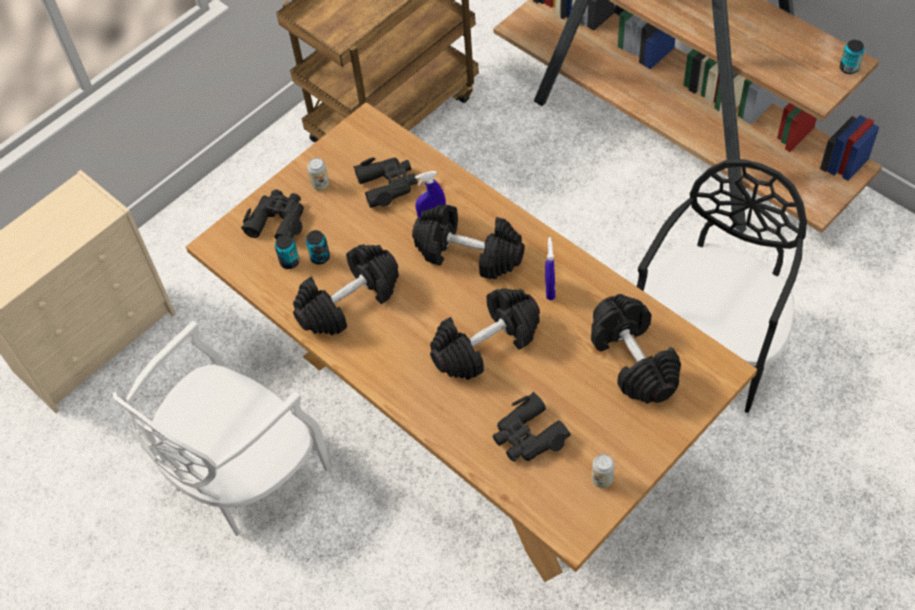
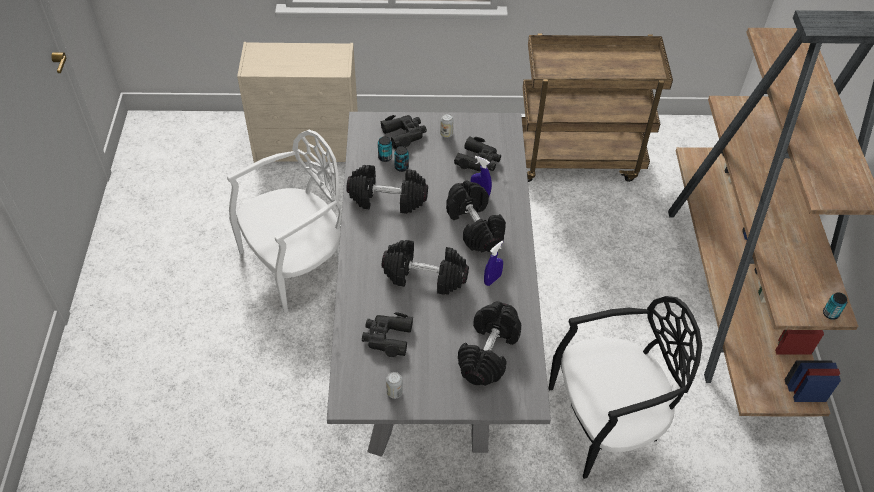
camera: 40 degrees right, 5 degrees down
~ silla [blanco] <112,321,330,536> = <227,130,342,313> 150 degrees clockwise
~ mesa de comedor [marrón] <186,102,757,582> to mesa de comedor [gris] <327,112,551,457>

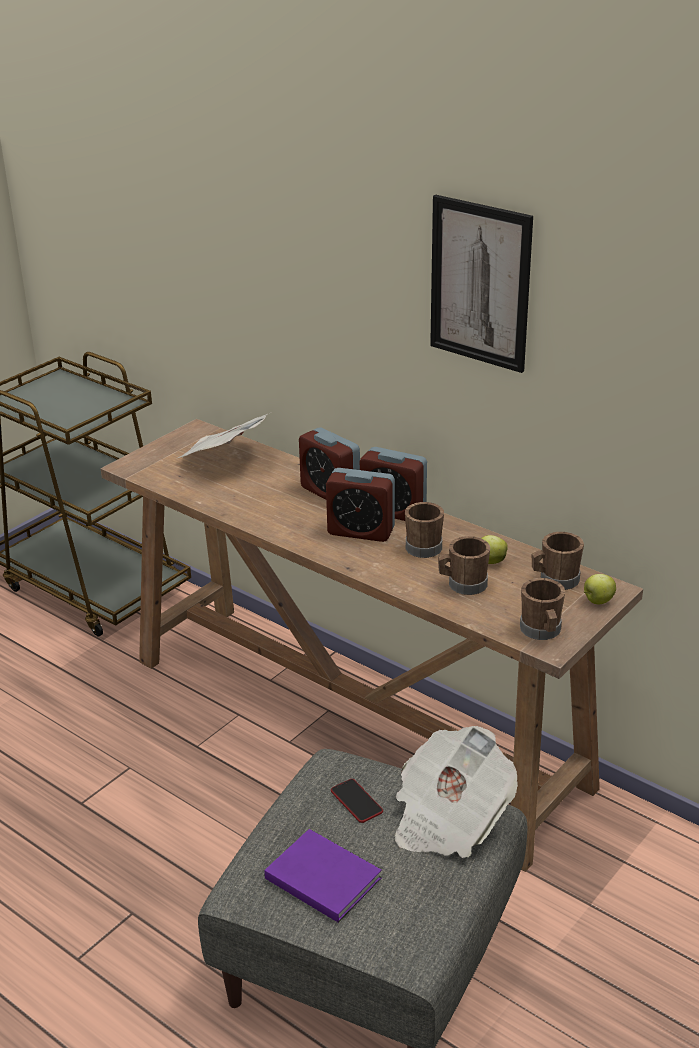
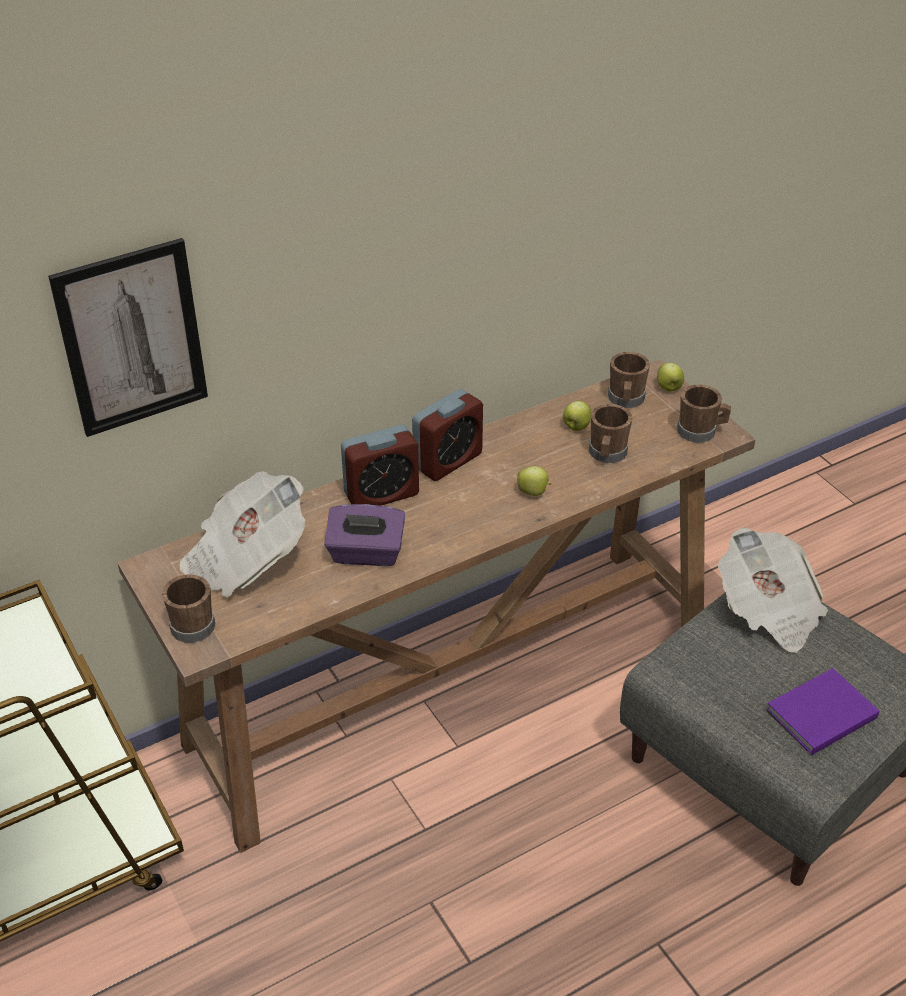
camera: 70 degrees left, 10 degrees up
- despertador <326,468,395,542>
- móvil <331,779,383,823>
~ taza grande [marrón] <405,502,444,558> to <162,575,215,643>
~ cuadro <430,195,533,373> to <48,238,208,437>
+ caja de pañuelos [morado] <324,504,405,566>
+ manzana <517,466,552,496>

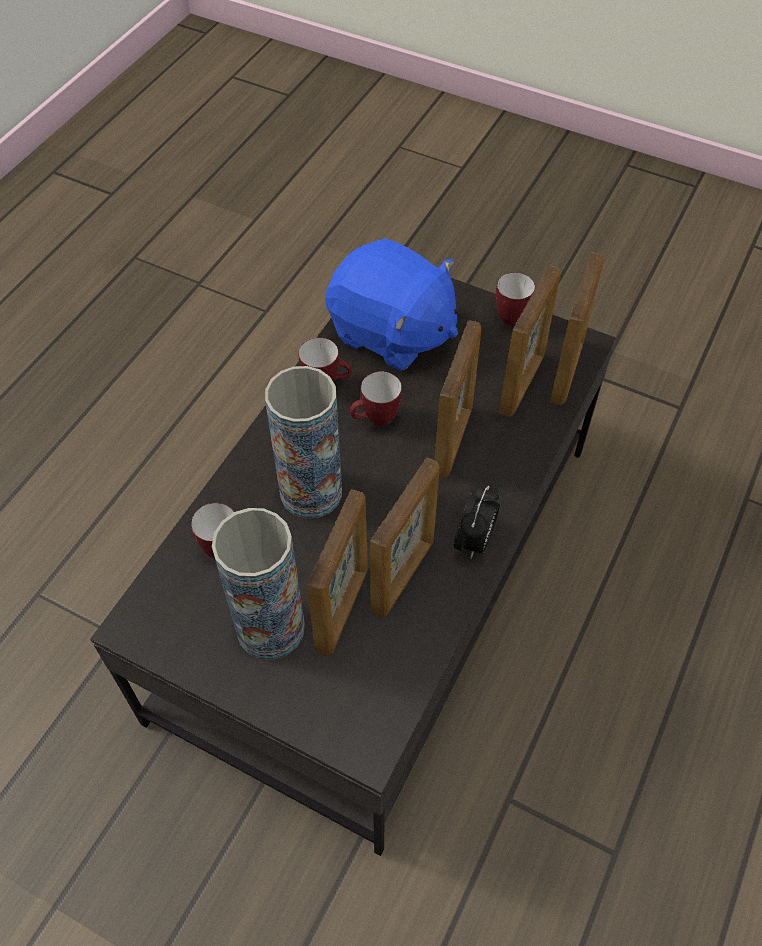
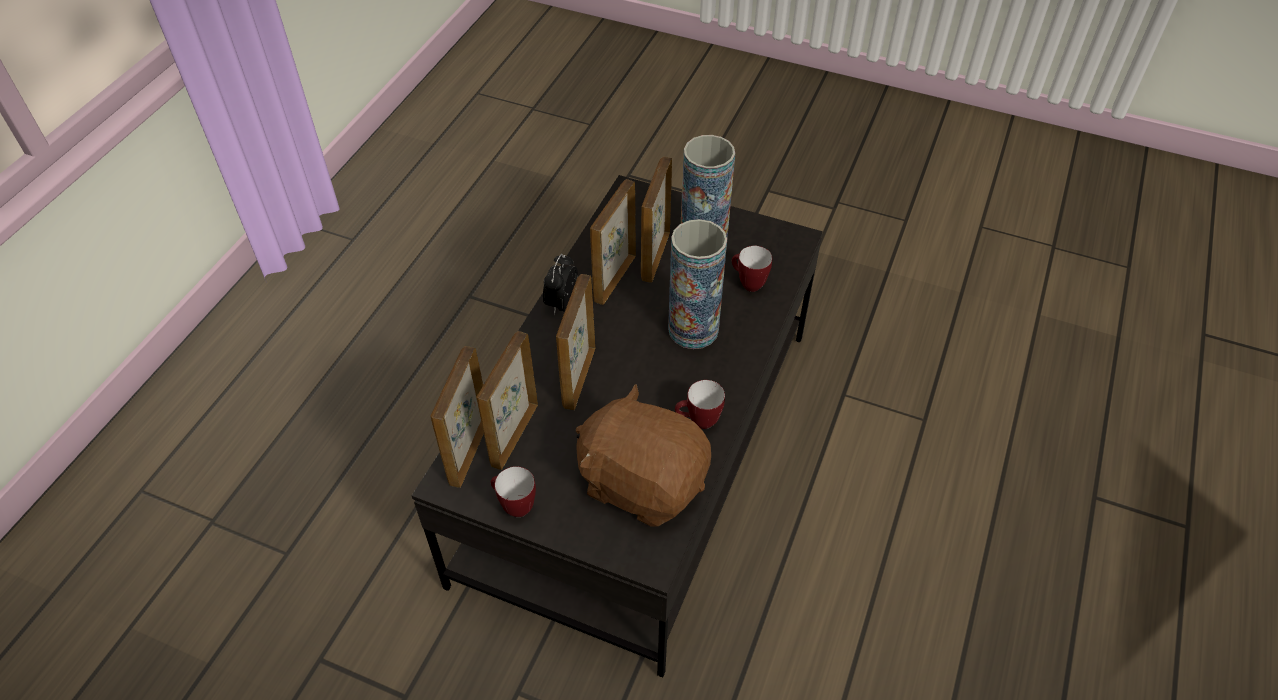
camera: 175 degrees right, 5 degrees down
~ peluche [azul] <325,238,458,371> to peluche [marrón] <576,384,711,526>
- taza grande <350,372,402,426>

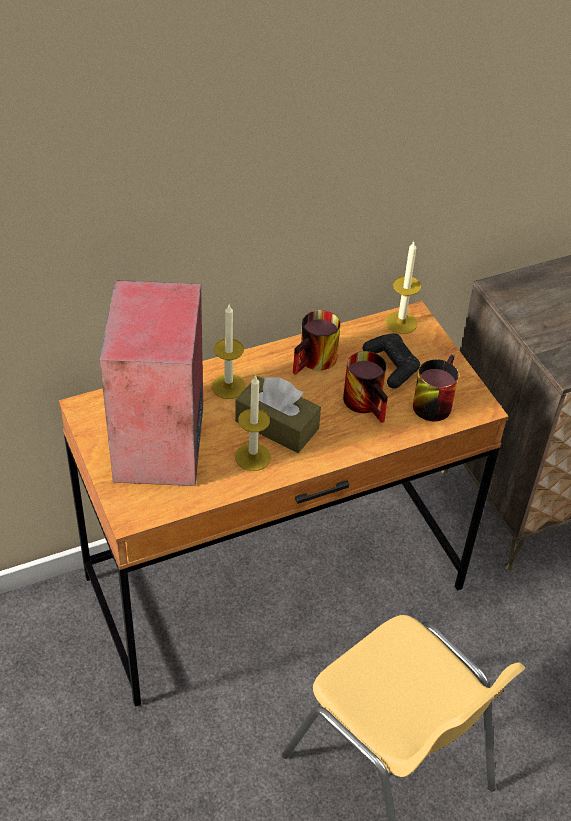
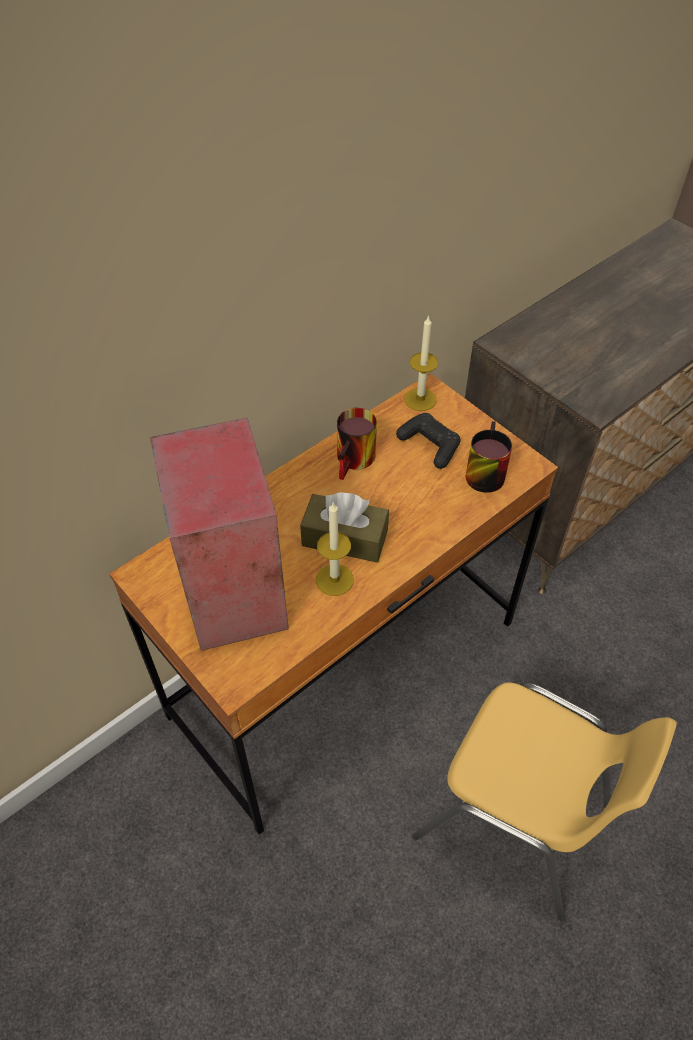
camera: 15 degrees left, 5 degrees up
- vela <212,305,246,399>
- taza grande <343,351,388,423>

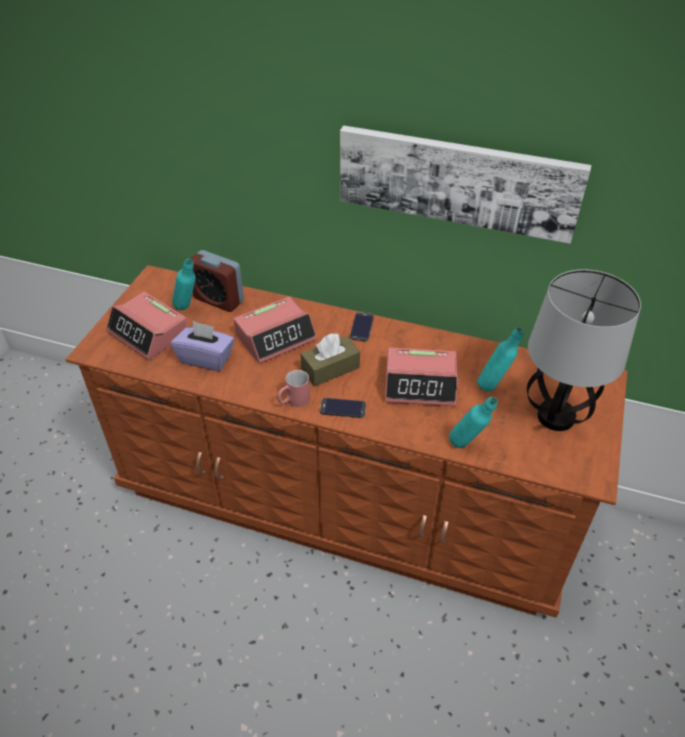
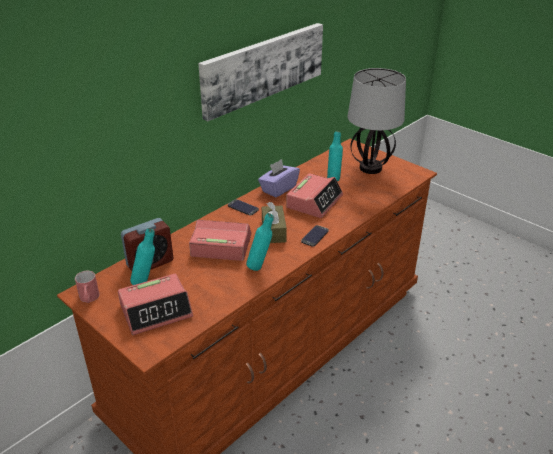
camera: 65 degrees left, 10 degrees down
~ caja de pañuelos [morado] <171,321,234,371> to <258,159,300,198>
~ despertador <234,297,317,364> = <189,220,251,261> 75 degrees counterclockwise
~ taza grande [rojo] <276,370,310,407> to <75,271,99,303>
~ botella [turquesa] <449,397,498,448> to <246,213,273,271>

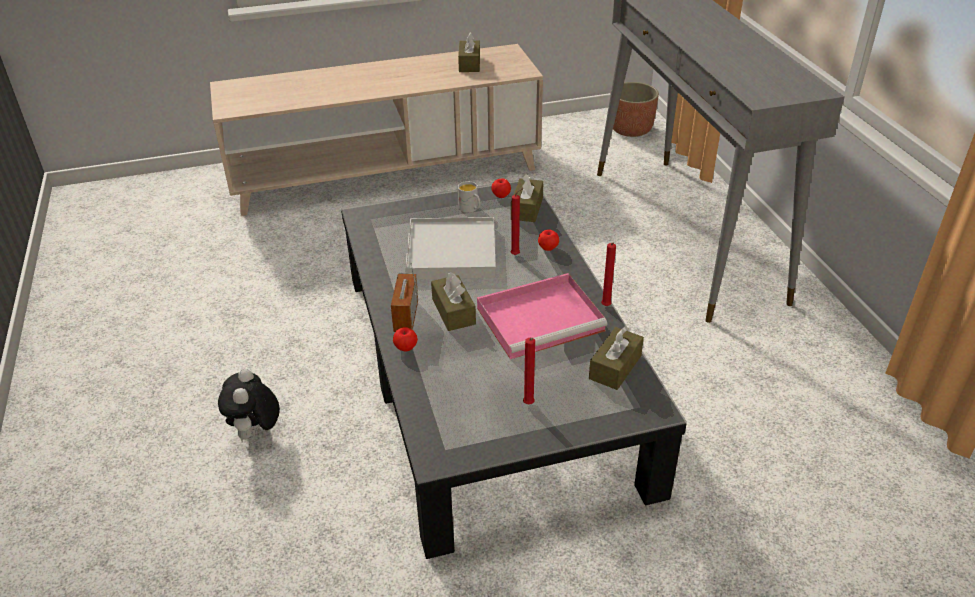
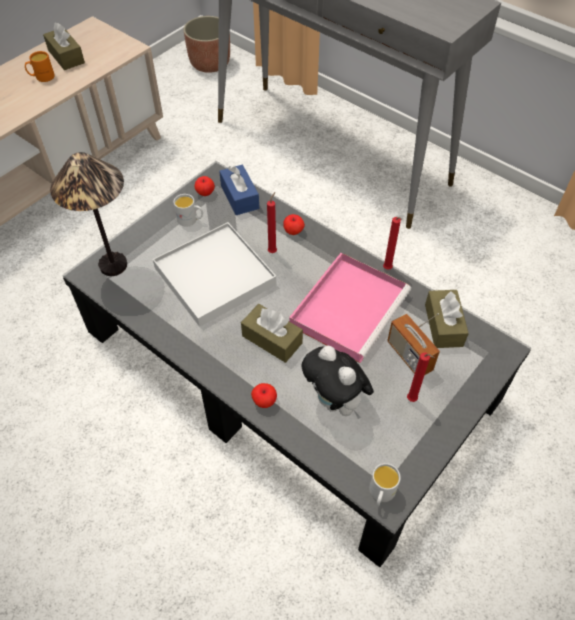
camera: 35 degrees left, 15 degrees up
~ peluche <218,369,280,442> to <301,346,374,419>
~ radio <390,263,418,332> to <387,313,440,375>
~ caja de pañuelos [marrón] <511,173,544,222> to caja de pañuelos [azul] <219,165,259,215>
+ taza grande [naranja] <25,51,55,82>
+ lámpara de mesa <50,152,127,276>
+ taza grande [blanco] <369,463,401,506>

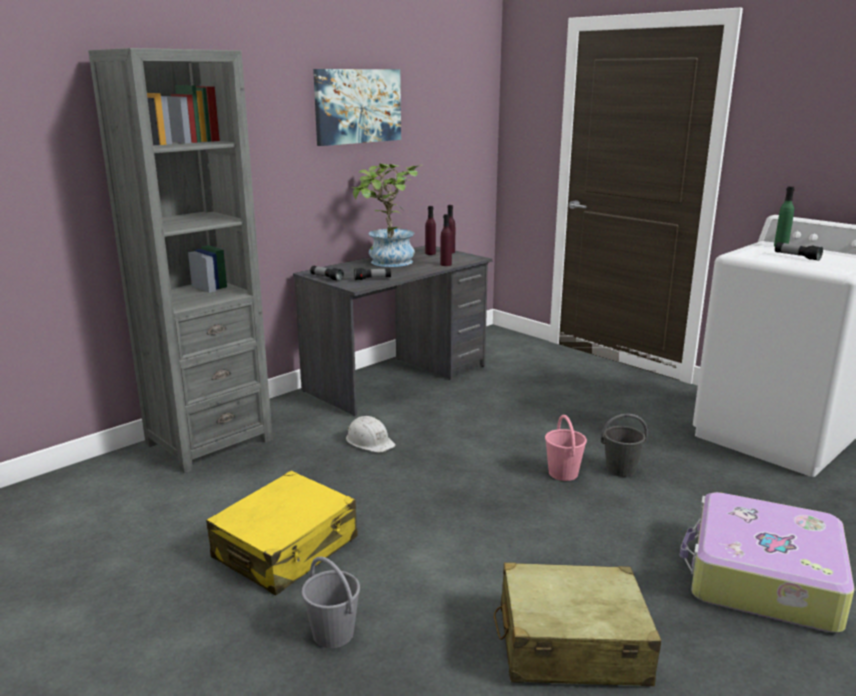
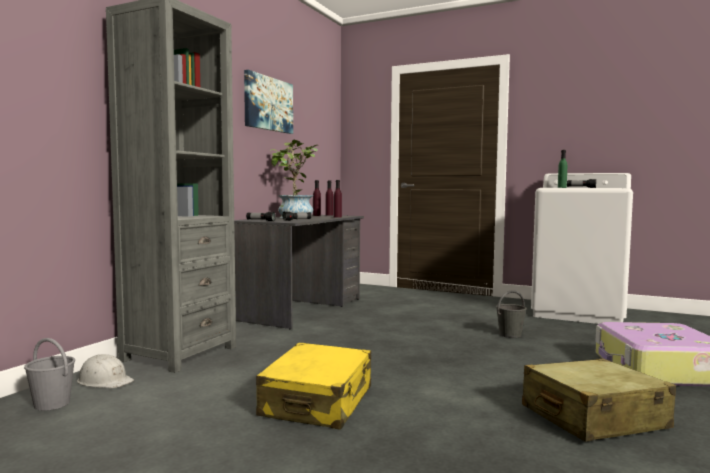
camera: 20 degrees left, 15 degrees down
~ cubo [gris] <302,556,360,648> to <24,338,75,411>
~ casco [blanco] <346,416,396,453> to <77,354,134,388>
- cubo [rosa] <545,415,587,481>

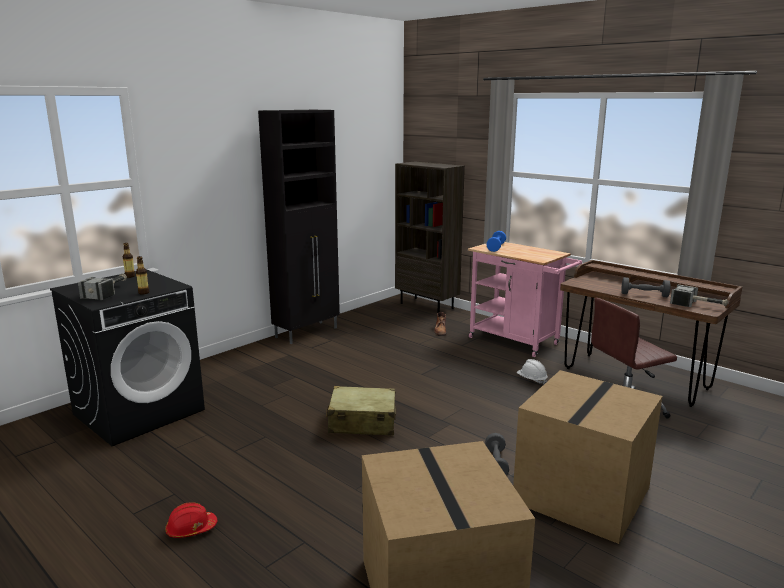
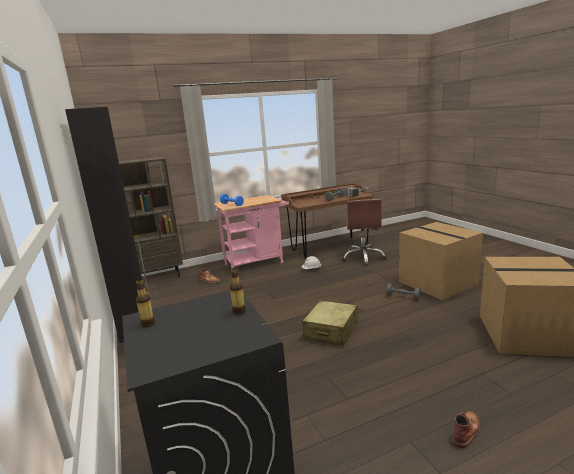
camera: 65 degrees left, 0 degrees up
- martillo <78,273,127,301>
~ casco [rojo] <165,502,217,538> to bota [marrón] <452,411,480,448>

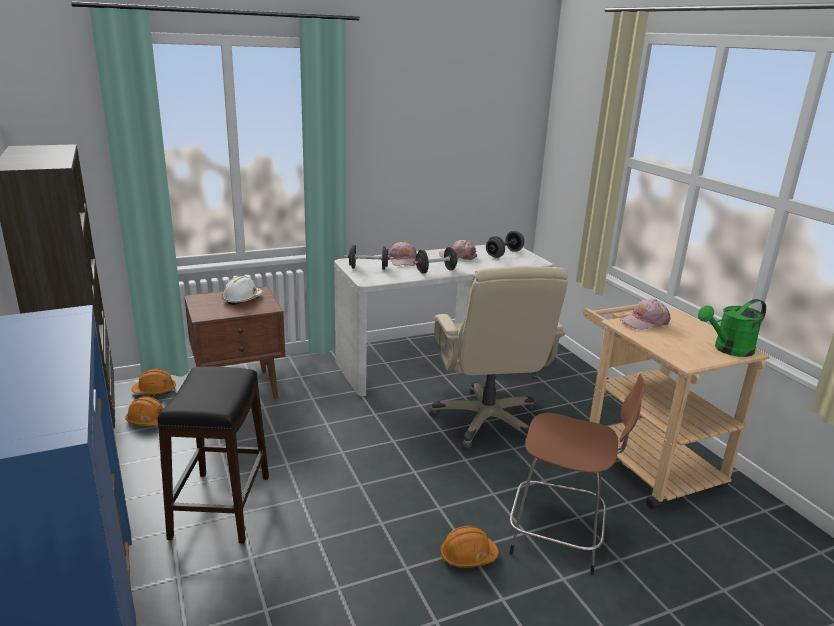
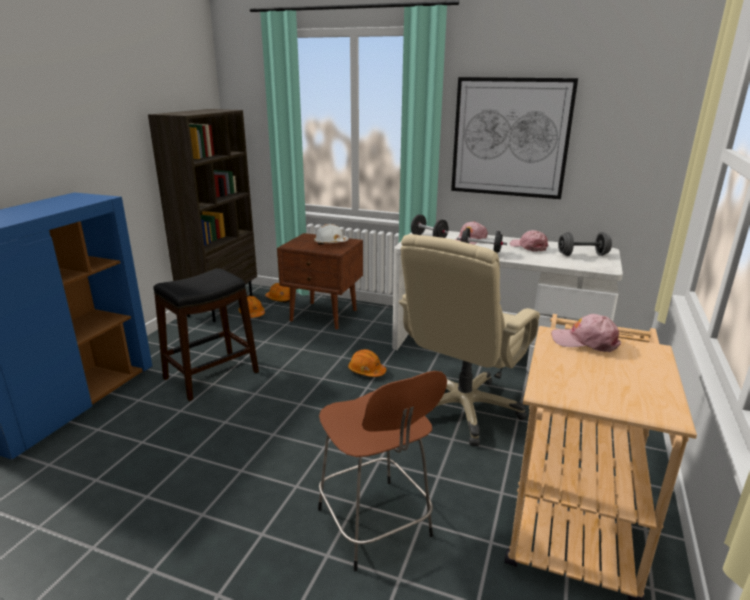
camera: 45 degrees right, 0 degrees up
~ casco [naranja] <440,526,499,568> to <348,349,386,377>
- regadera [verde] <698,299,766,357>
+ cuadro <451,77,578,199>

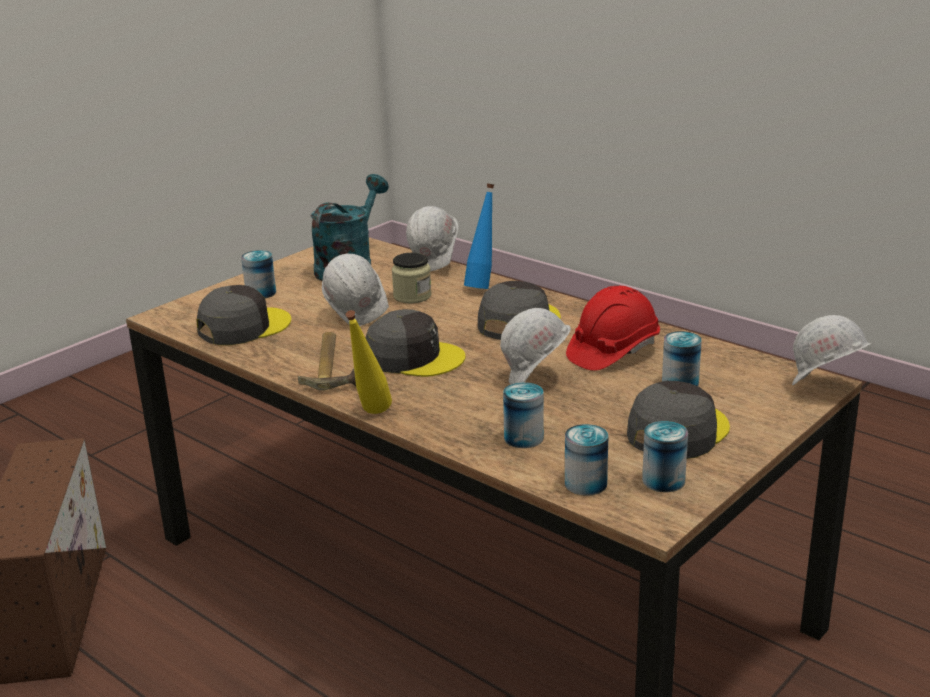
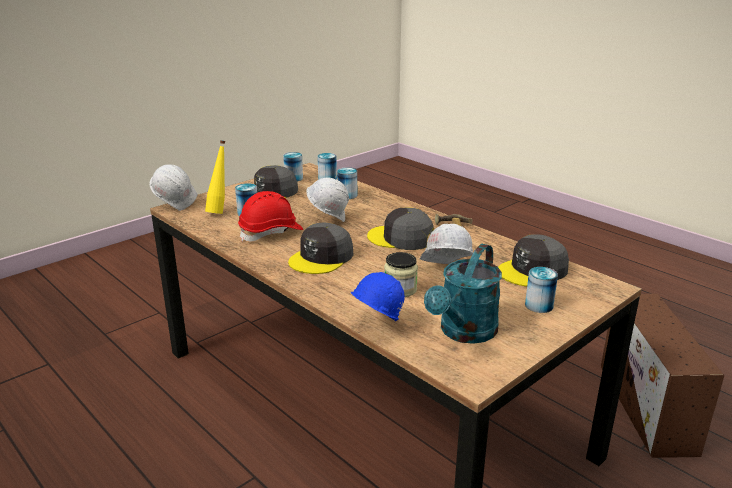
camera: 175 degrees left, 0 degrees up
~ botella [amarillo] <346,310,392,414> to <205,140,225,214>
~ casco [blanco] <406,206,458,271> to casco [azul] <351,272,405,321>
- botella [azul] <464,184,494,289>

